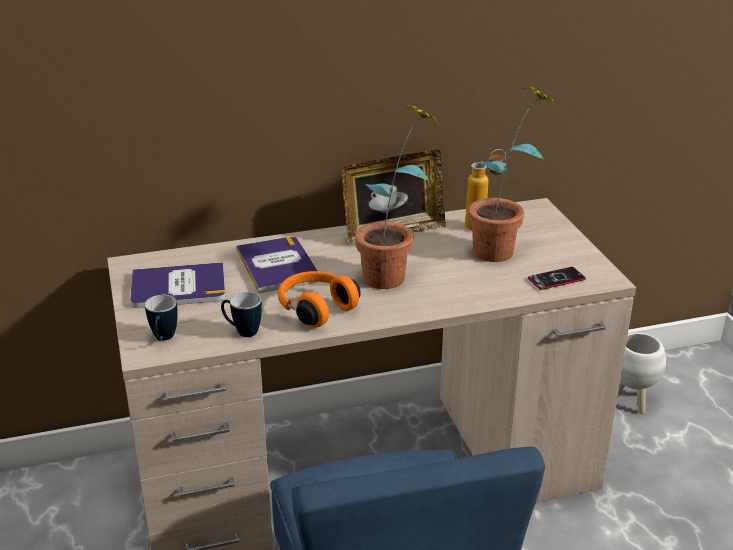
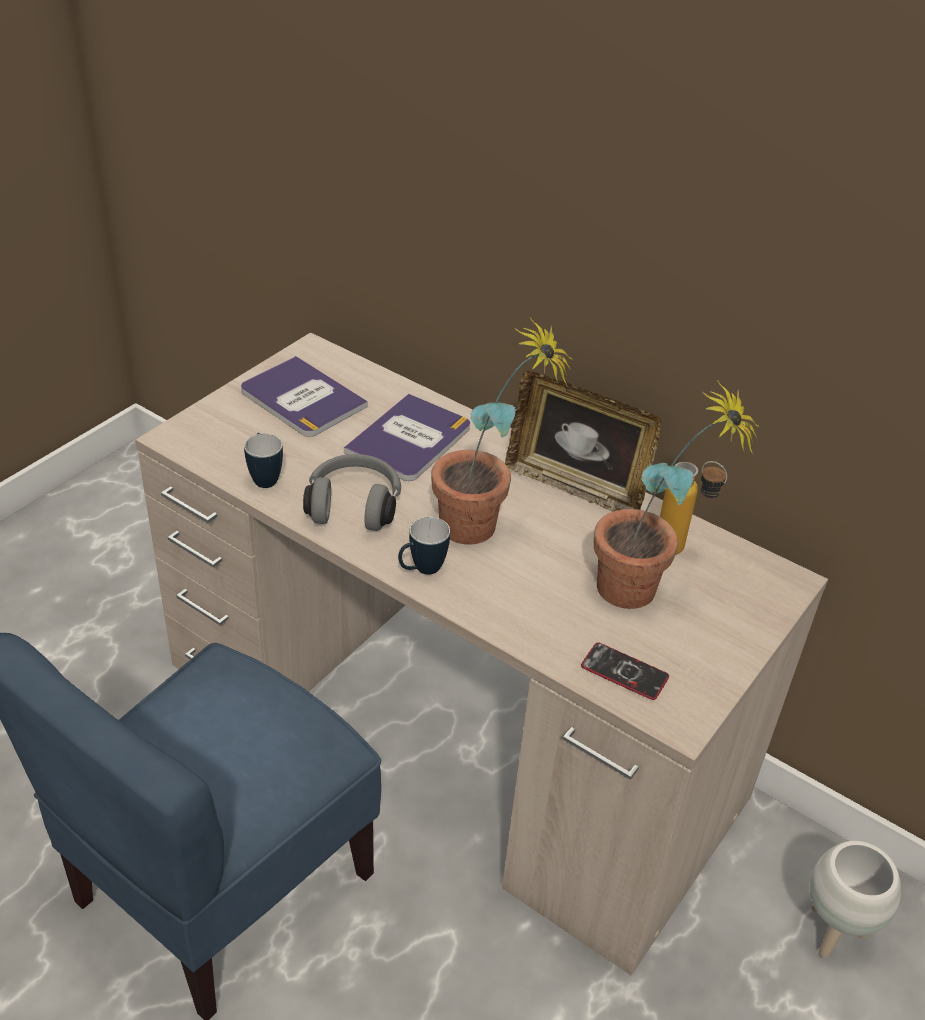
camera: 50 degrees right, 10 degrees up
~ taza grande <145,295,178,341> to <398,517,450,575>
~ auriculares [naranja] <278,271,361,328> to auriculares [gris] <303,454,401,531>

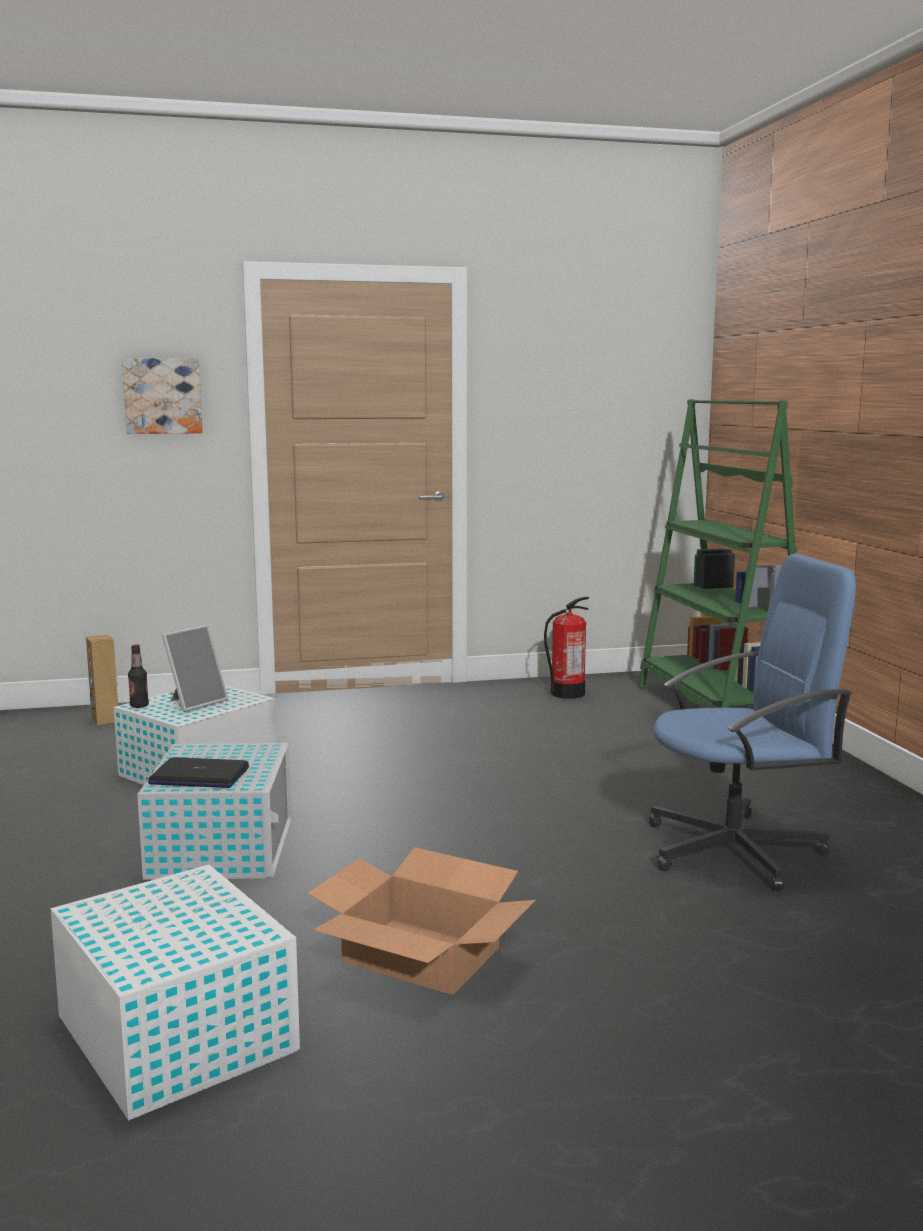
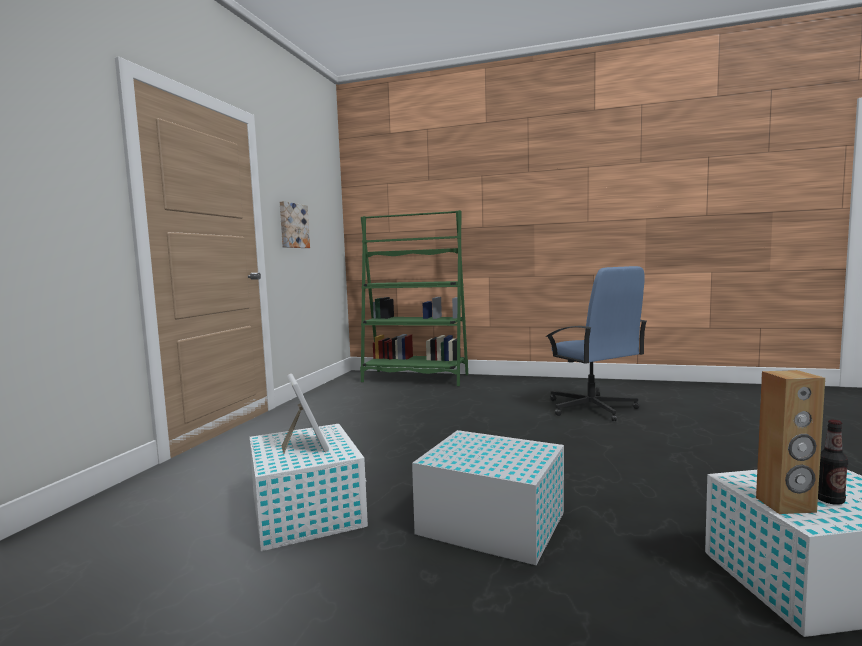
camera: 60 degrees left, 5 degrees down
~ altavoz [marrón] <86,635,118,725> to <756,370,825,514>
~ cuadro <122,358,203,434> to <280,201,310,248>
~ botella <128,644,149,708> to <818,420,848,505>
- portátil <148,757,249,788>
- caja de cartón <307,847,536,995>
- extintor <544,597,589,699>
~ silla de oficina [azul] <649,554,856,891> = <546,266,647,421> 135 degrees clockwise

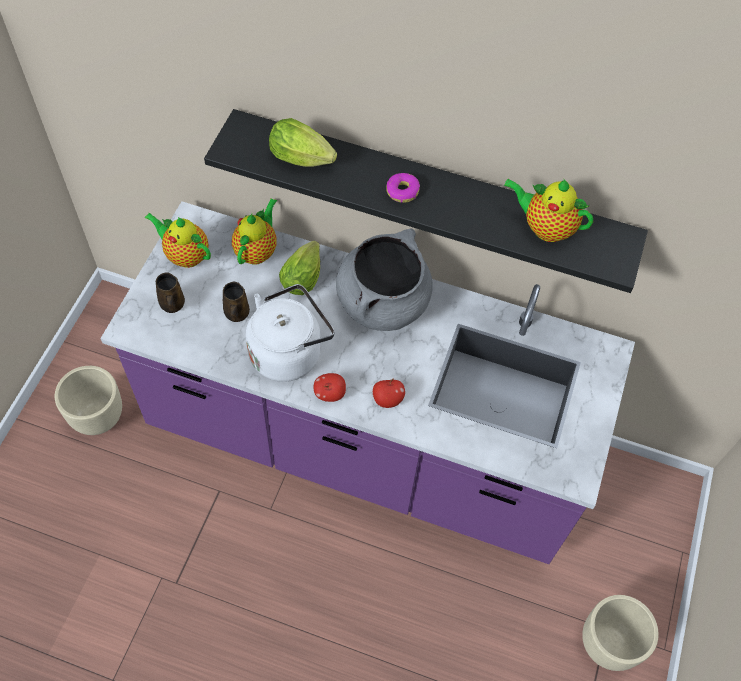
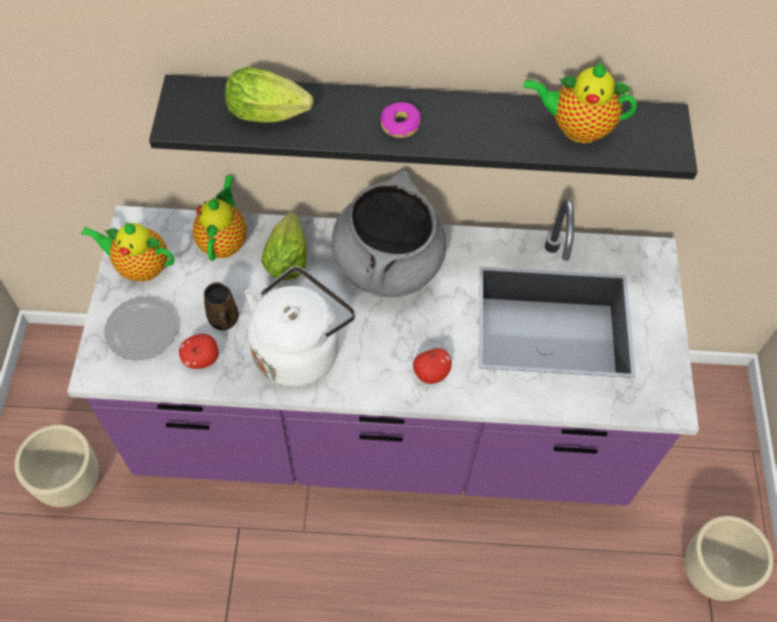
camera: 15 degrees left, 0 degrees up
~ taza grande [marrón] <156,272,185,313> to plato <104,297,178,360>
~ manzana <314,373,346,402> to <179,334,219,369>

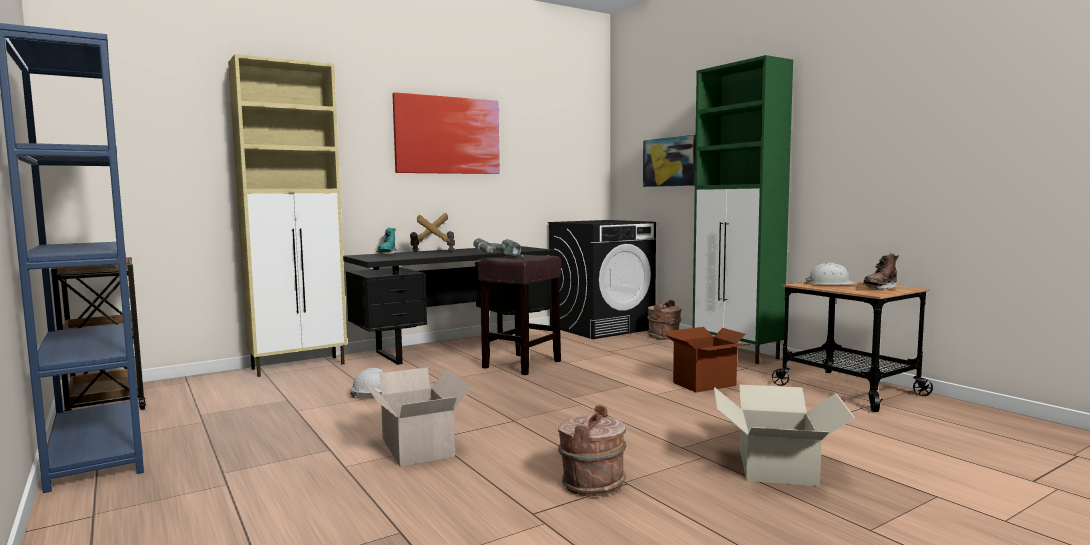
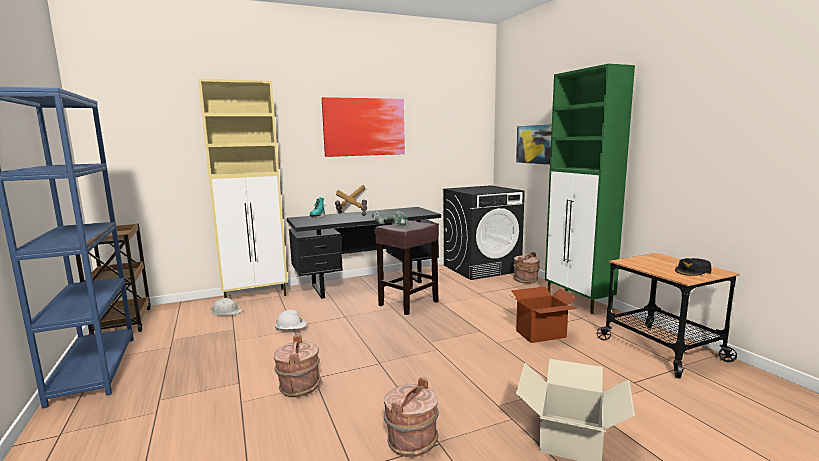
camera: 10 degrees right, 5 degrees up
~ caja de cartón <362,367,471,466> to cubo [marrón] <274,335,321,398>
~ casco [blanco] <806,263,858,285> to <211,298,243,315>
~ bota [marrón] <863,253,899,289> to gorra [negro] <675,258,712,276>

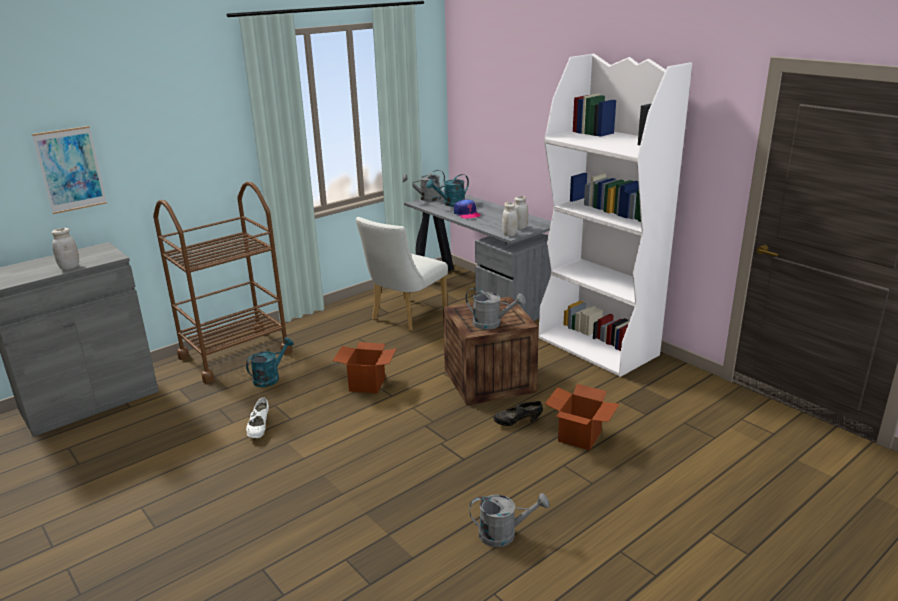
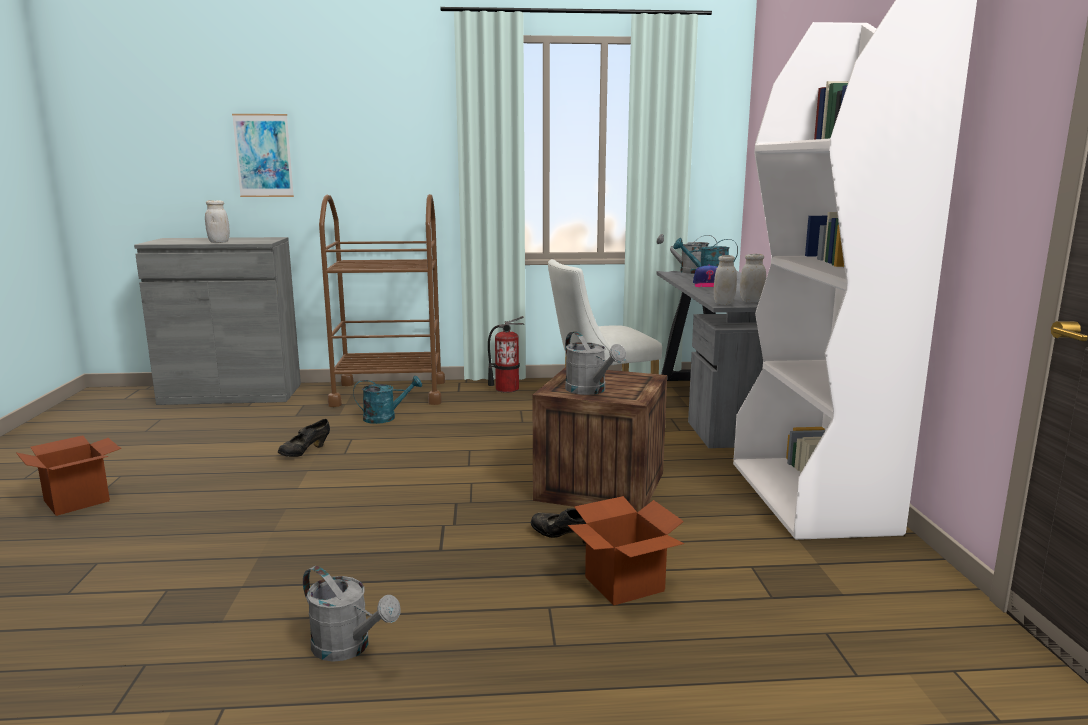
camera: 35 degrees right, 10 degrees down
~ zapato [blanco] <246,397,269,438> to zapato [negro] <278,419,330,457>
~ caja de cartón <333,342,397,394> to <16,435,121,516>
+ extintor <488,316,524,393>

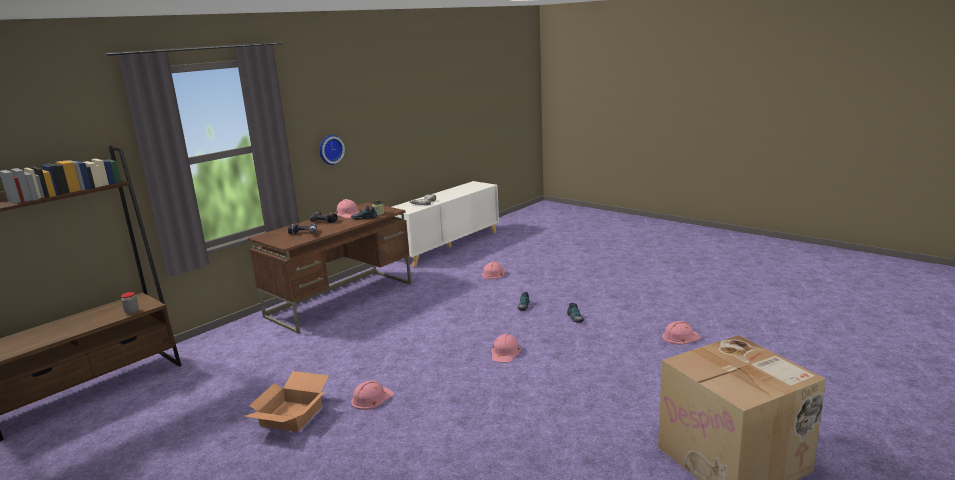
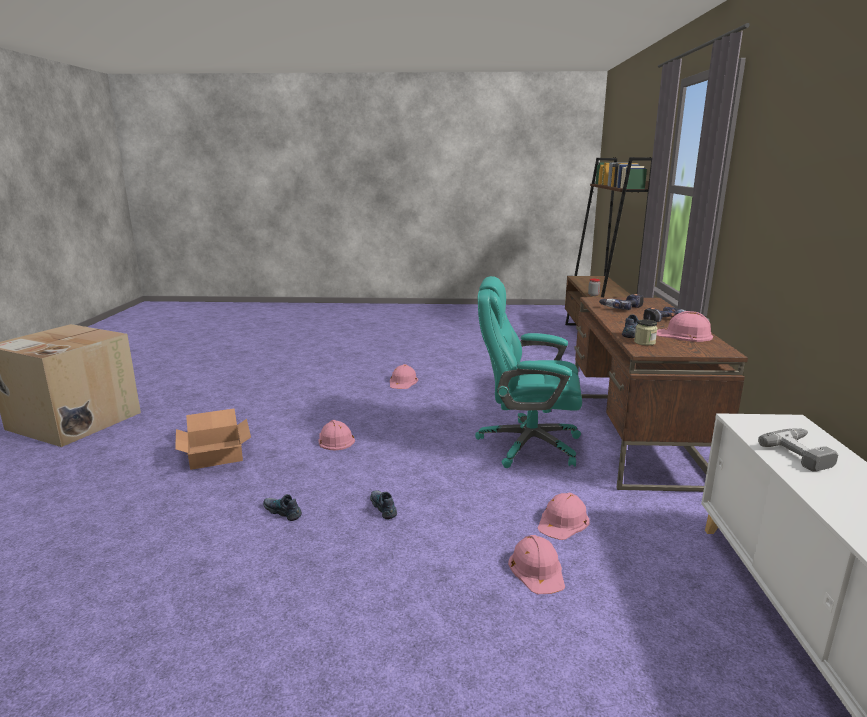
camera: 140 degrees right, 0 degrees up
~ caja de cartón <244,371,329,432> to <175,409,251,470>
- reloj de pared <319,135,345,165>
~ casco [rosa] <662,321,702,345> to <538,492,590,540>
+ silla de oficina [turquesa] <475,276,582,468>

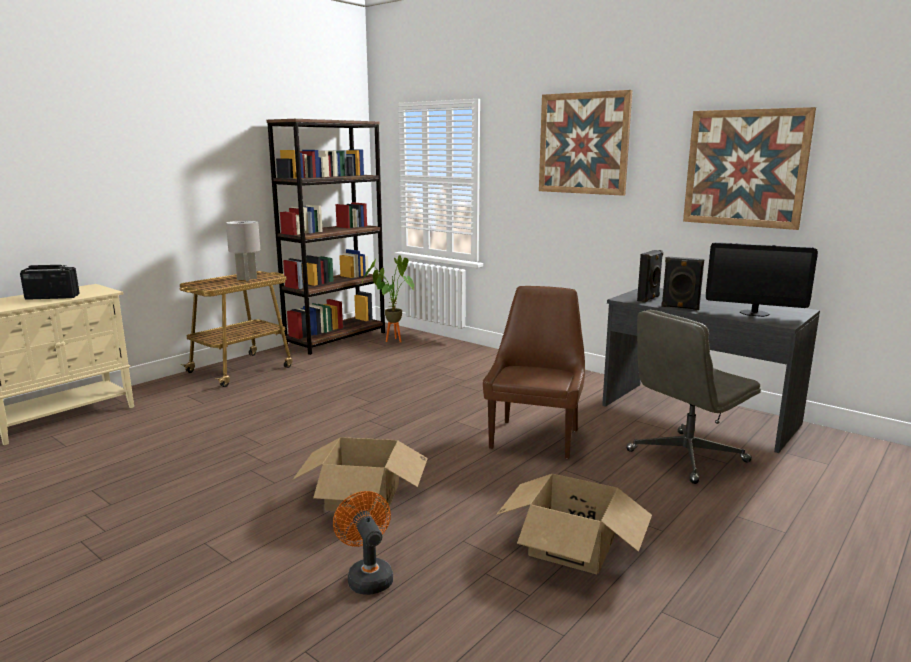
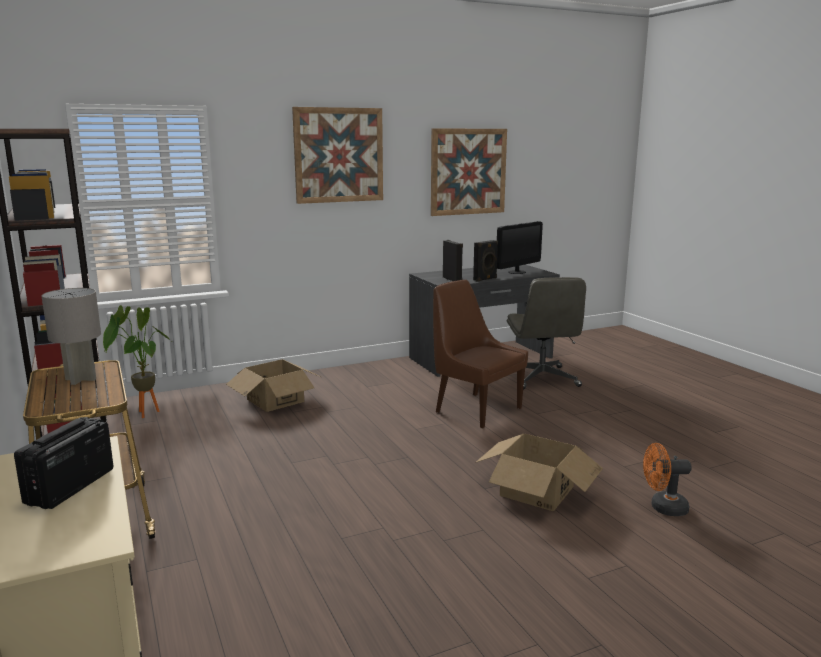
camera: 65 degrees left, 0 degrees up
~ caja de cartón <496,474,652,574> to <226,359,320,412>

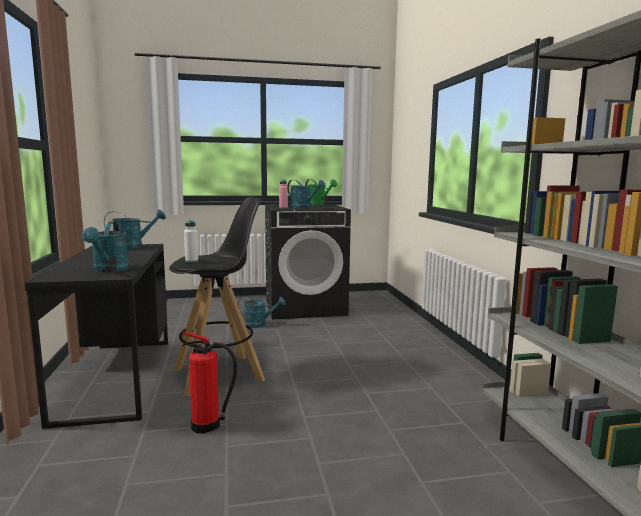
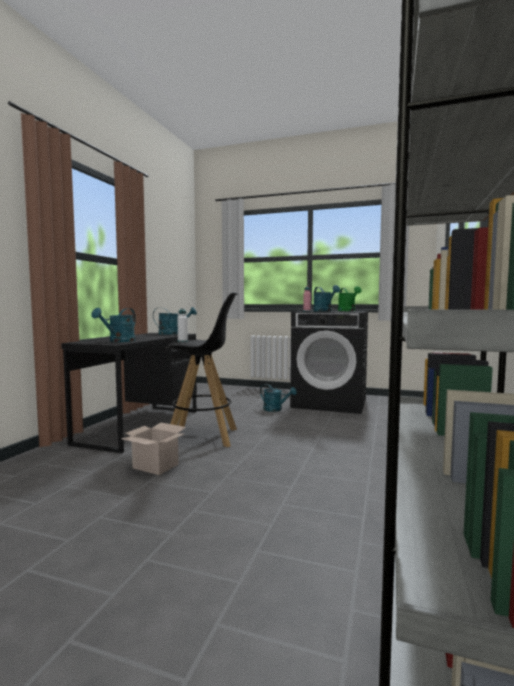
camera: 30 degrees right, 5 degrees down
~ extintor <182,332,237,434> to caja de cartón <122,422,186,475>

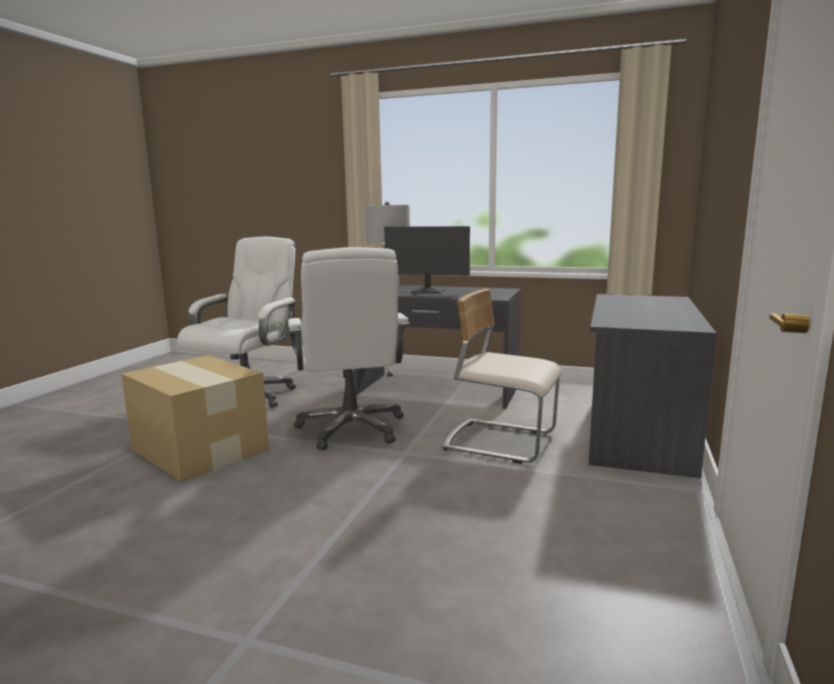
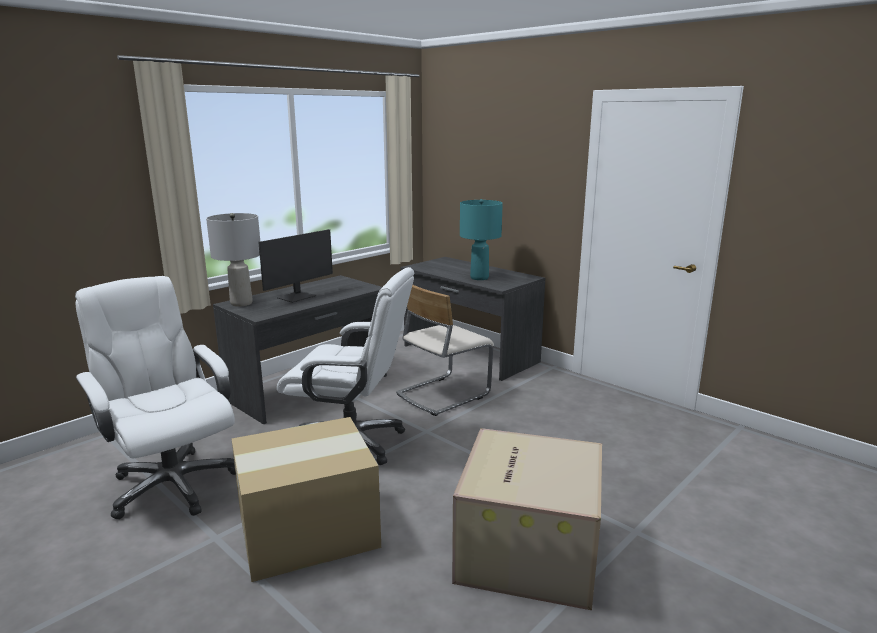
camera: 65 degrees left, 5 degrees up
+ caja de cartón <452,428,602,610>
+ lámpara de mesa [turquesa] <460,199,503,280>

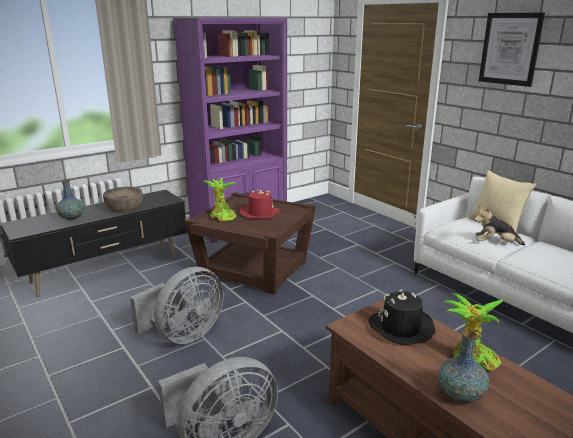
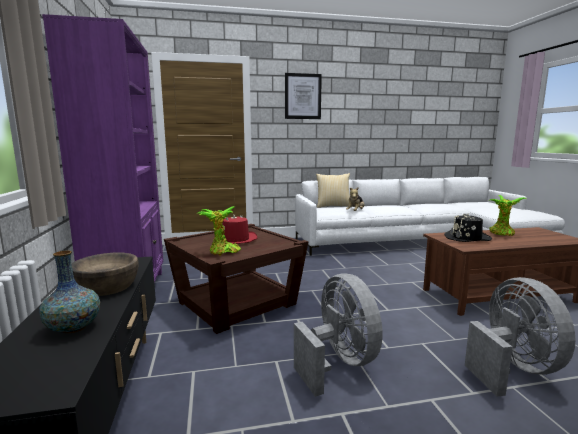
camera: 65 degrees left, 10 degrees down
- florero <438,330,489,403>

